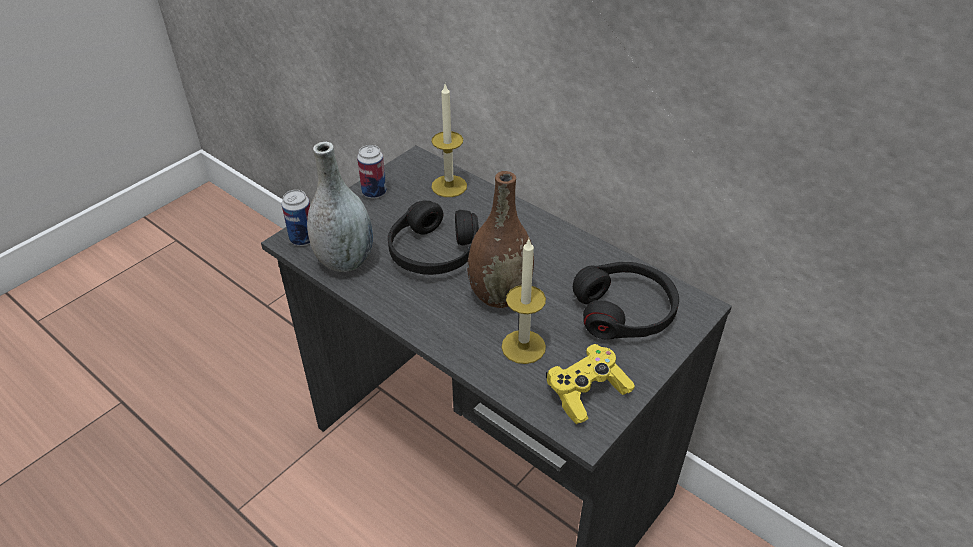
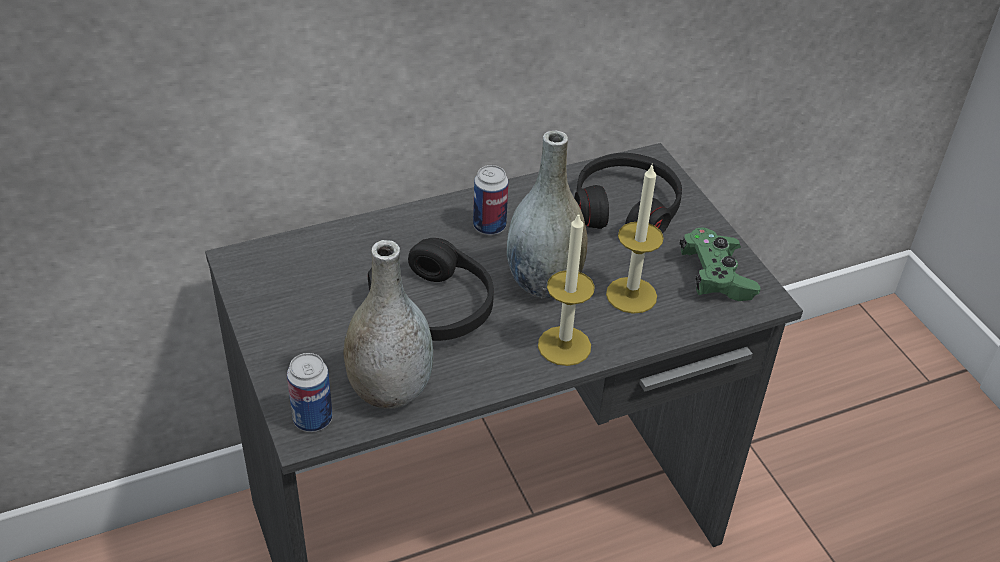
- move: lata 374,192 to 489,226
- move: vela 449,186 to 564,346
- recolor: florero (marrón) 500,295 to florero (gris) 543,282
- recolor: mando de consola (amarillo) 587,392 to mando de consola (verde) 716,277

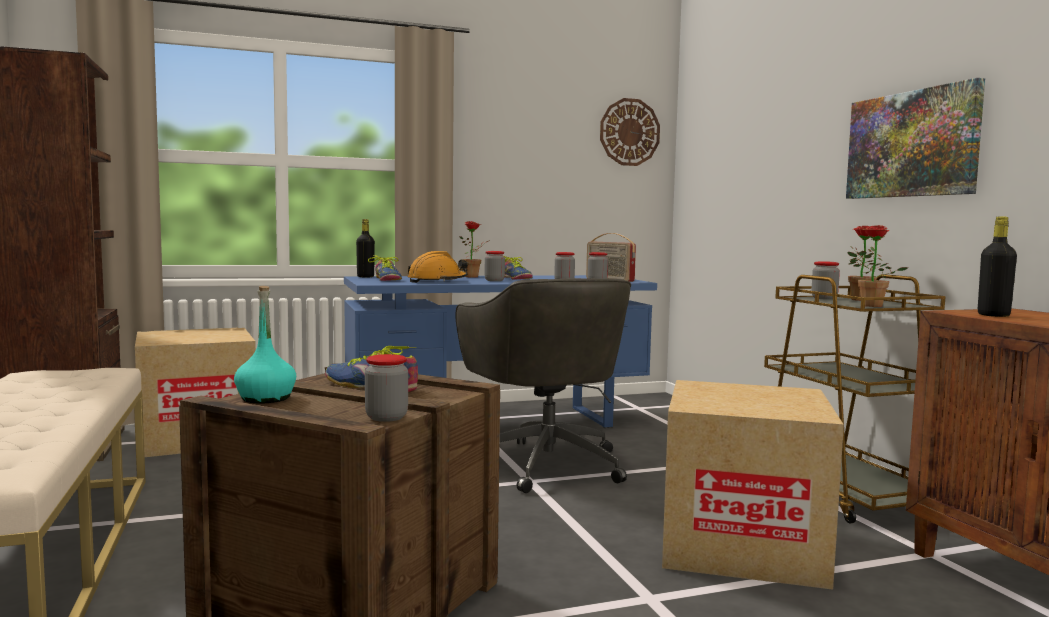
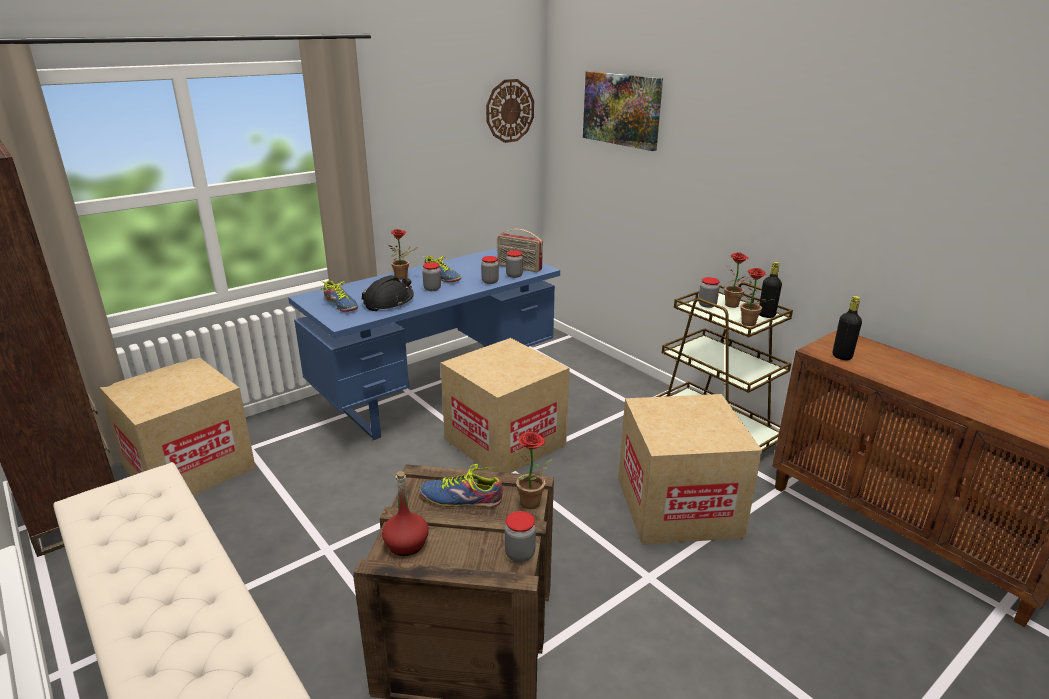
- insert: planta en maceta 532,505
- move: botella (negro) 365,277 to 766,315
- move: cuadro 912,144 to 622,109
- replace: silla de oficina (gris) 545,464 to caja de cartón 505,441
- recolor: botella (turquesa) 266,398 to botella (rojo) 406,544
- recolor: casco (naranja) 437,281 to casco (negro) 389,302

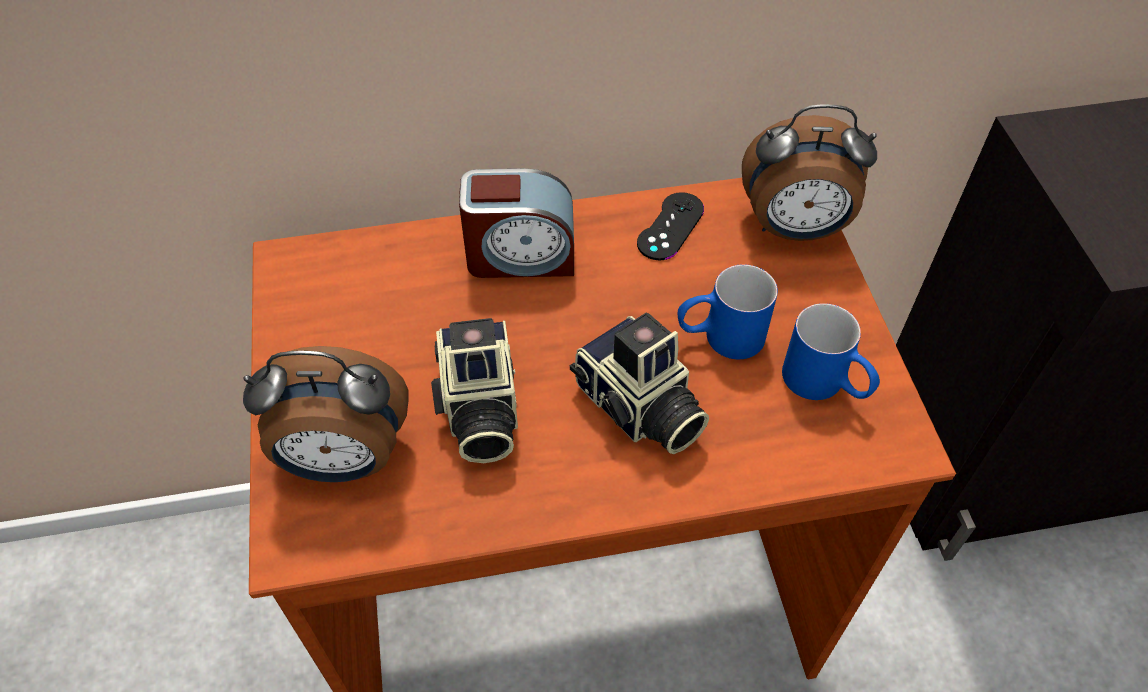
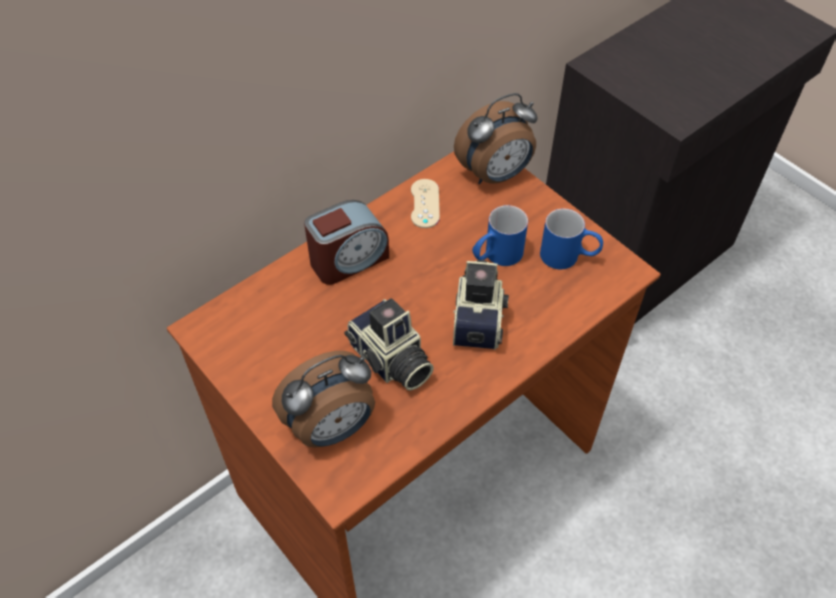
- recolor: mando de consola (negro) 670,226 to mando de consola (beis) 425,203
- rotate: cámara 638,409 = 479,317 105 degrees counterclockwise

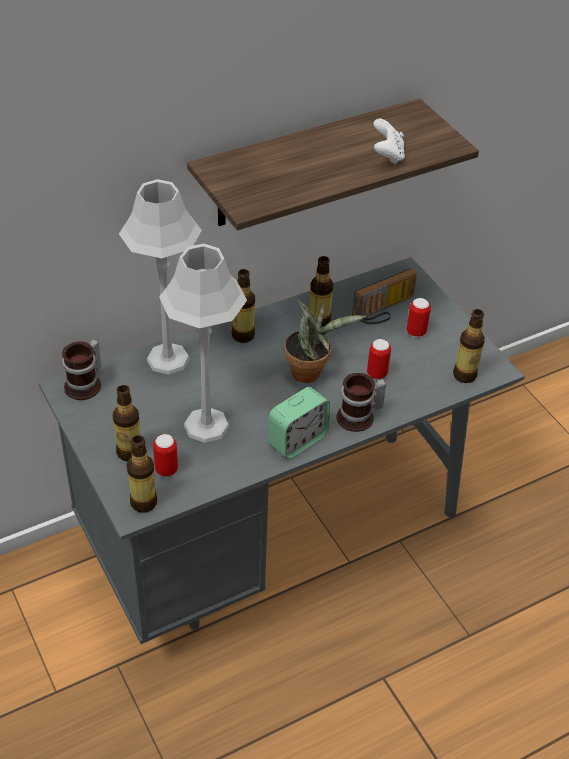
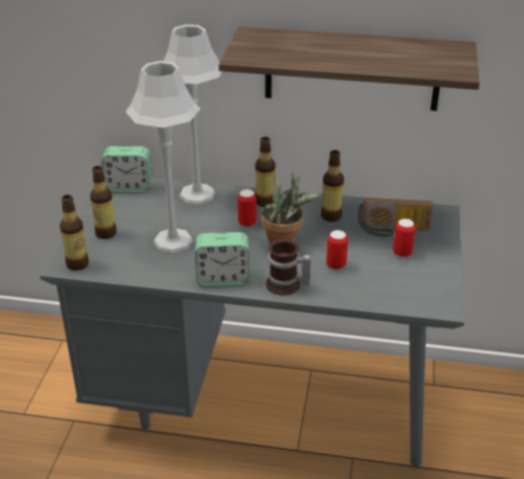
- delete: mando de consola (blanco) 387,155
- delete: botella 464,375
- move: lata 166,470 to 247,223
- replace: taza grande 86,385 to despertador 129,187

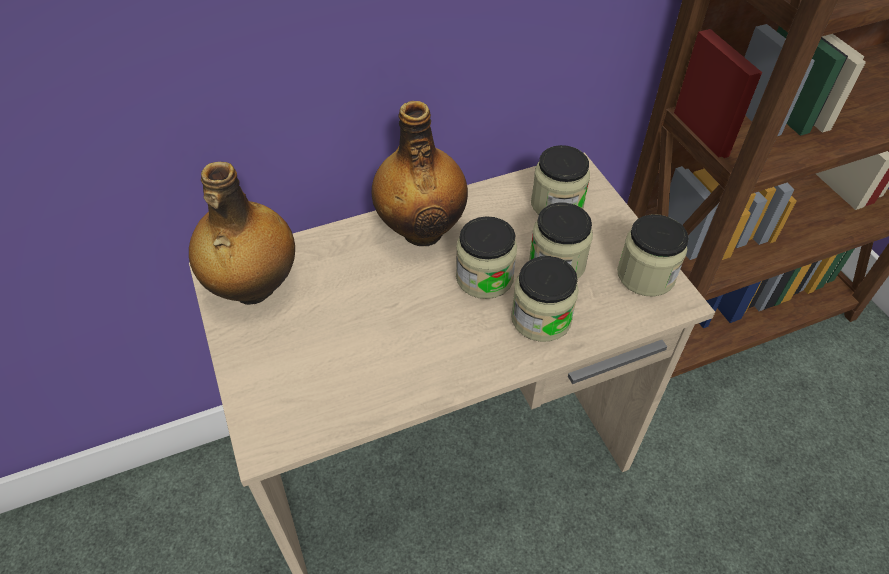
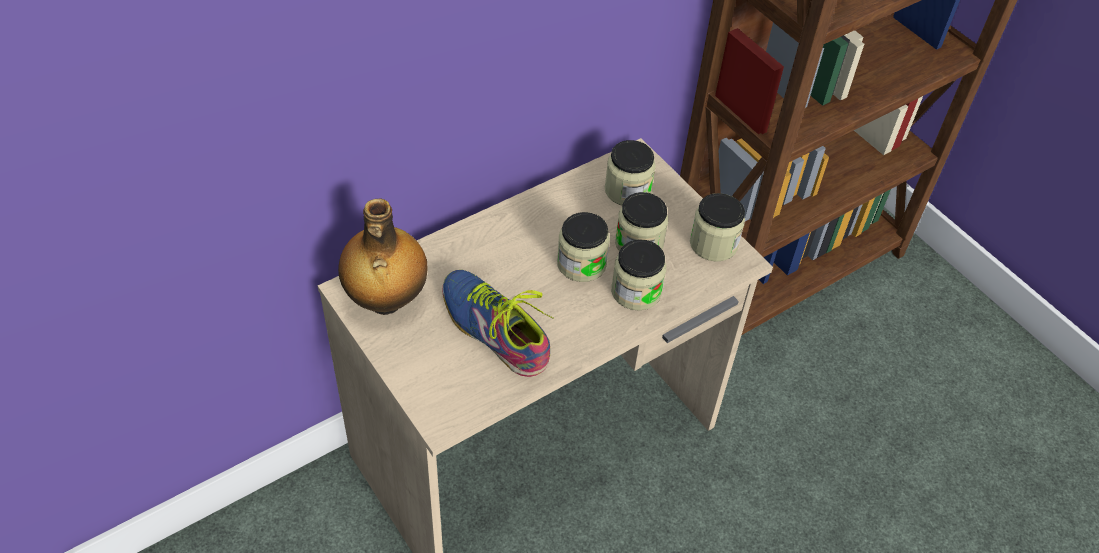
- delete: botella 421,230
- insert: zapato 494,330

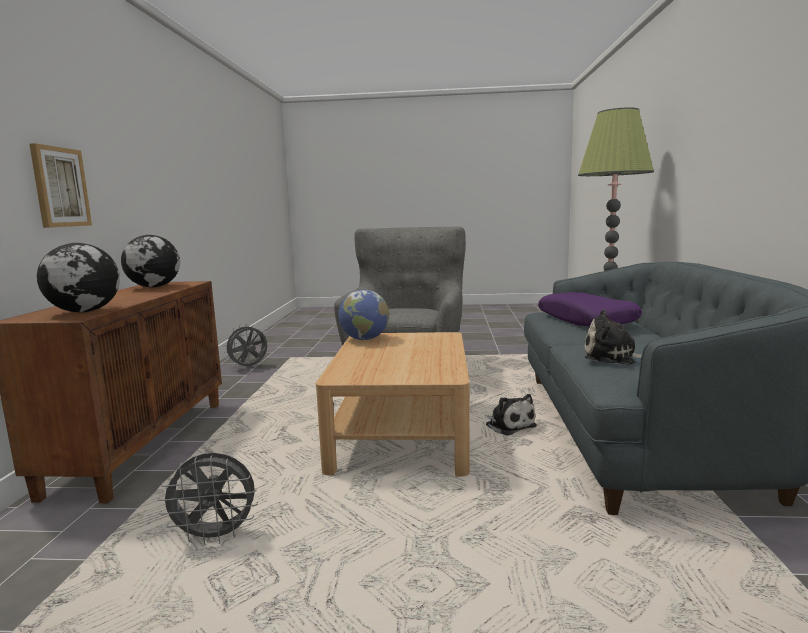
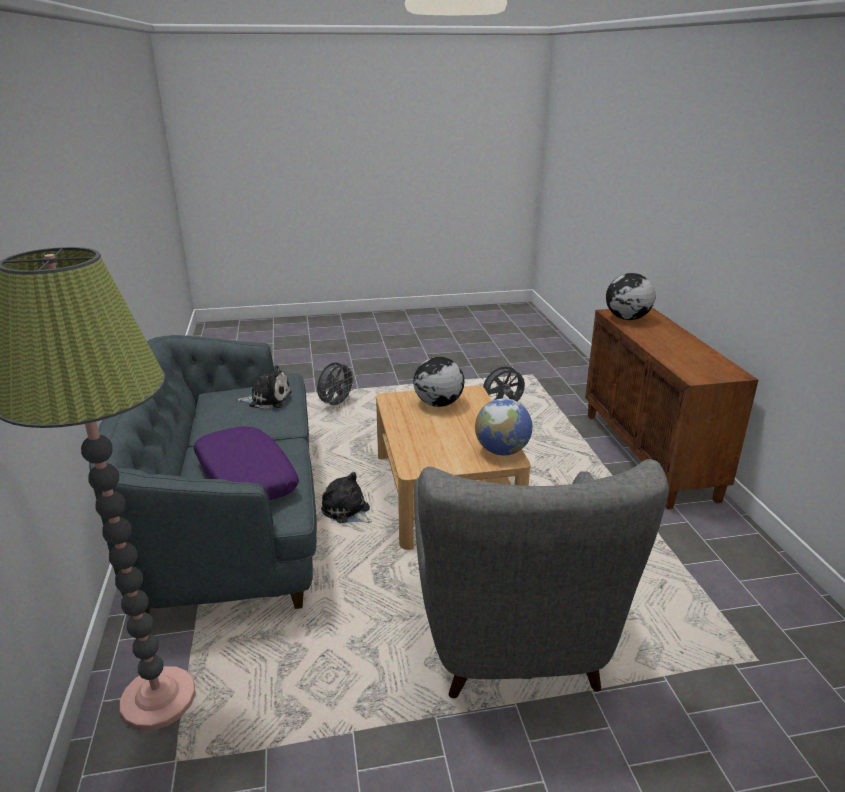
- delete: cuadro 60,187
- move: globo terráqueo 155,287 to 438,404
- move: ventilador (gris) 249,367 to 336,404

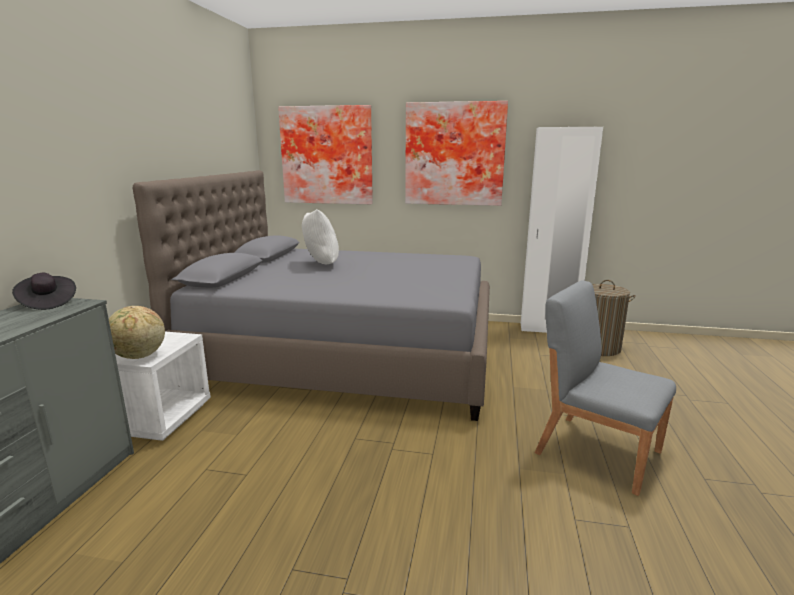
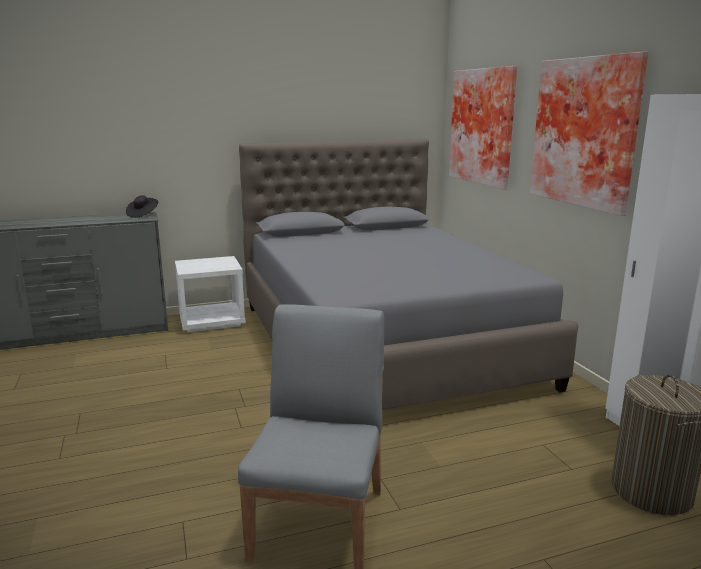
- delete: globo terráqueo 139,356
- delete: cojín (blanco) 320,265

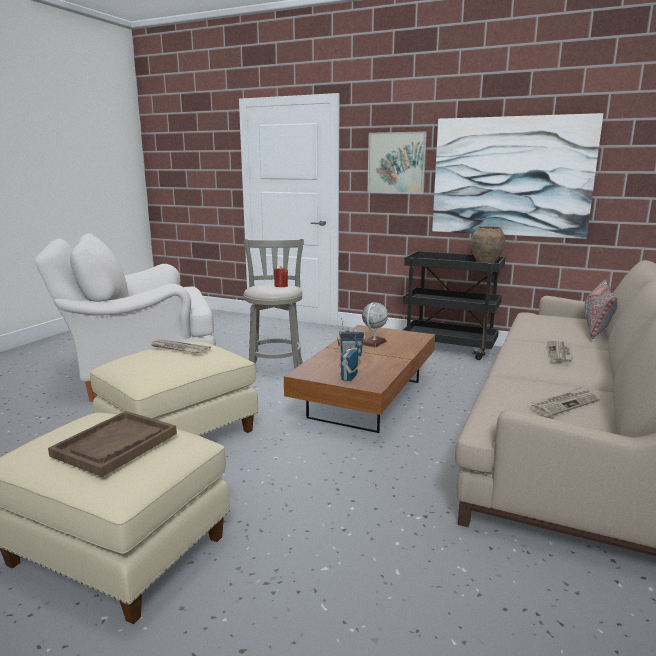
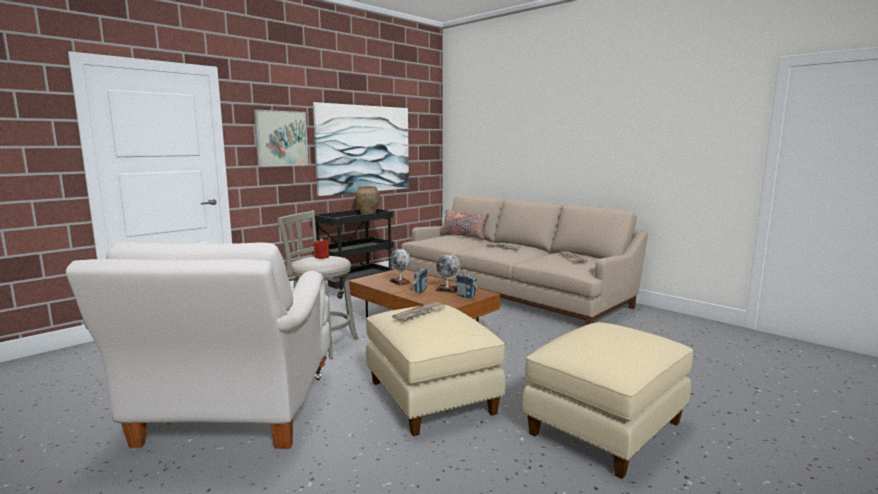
- delete: bandeja (marrón) 115,445
- insert: globo terráqueo 447,290

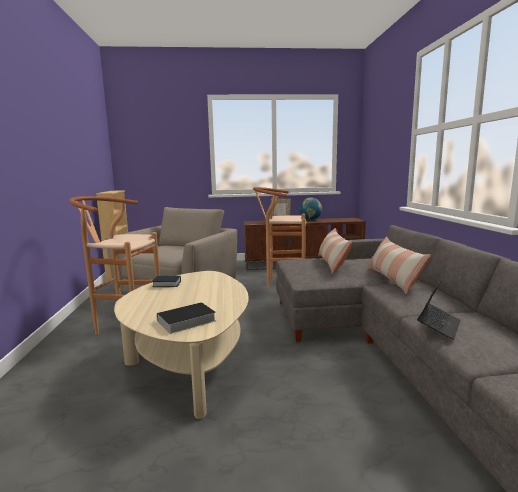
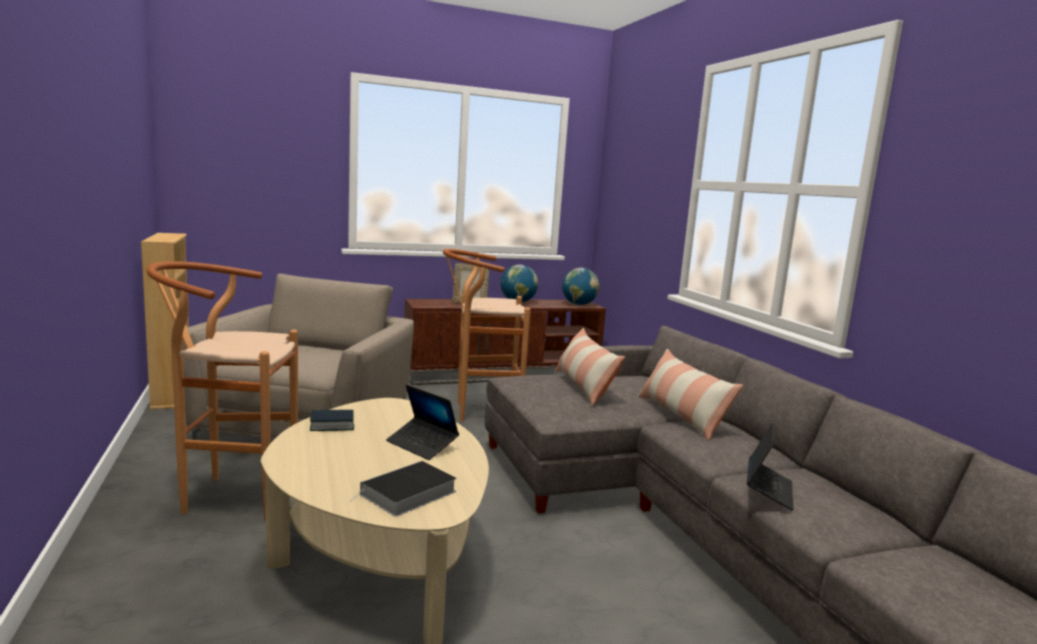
- insert: portátil 422,445
- insert: globo terráqueo 579,304

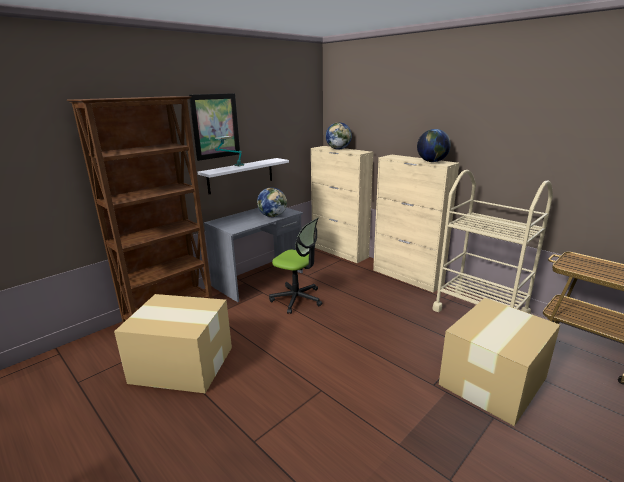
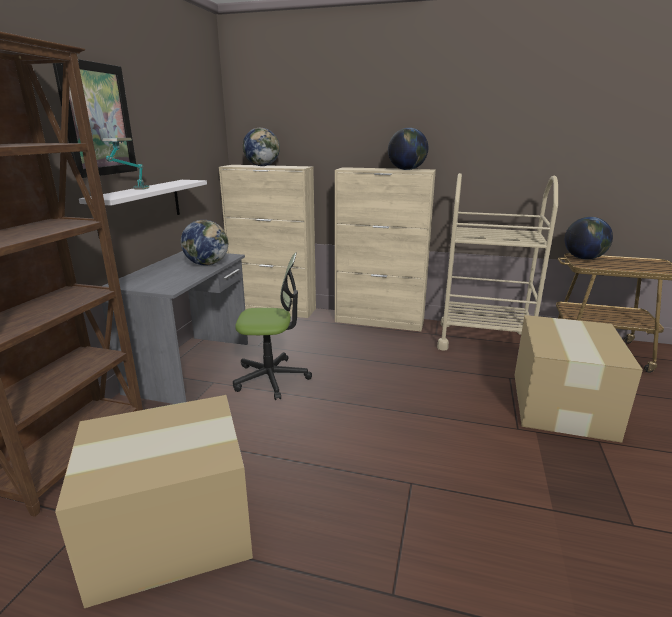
- insert: globo terráqueo 584,258

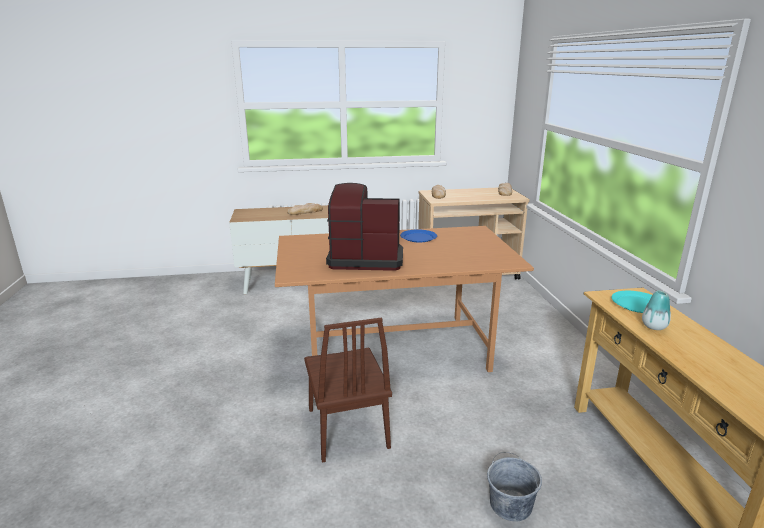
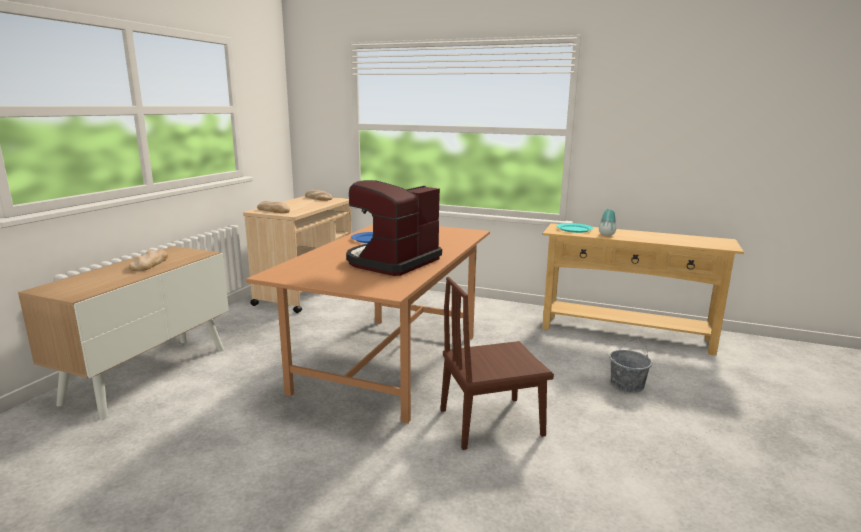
- rotate: silla (marrón) 347,427 = 491,422 150 degrees clockwise

